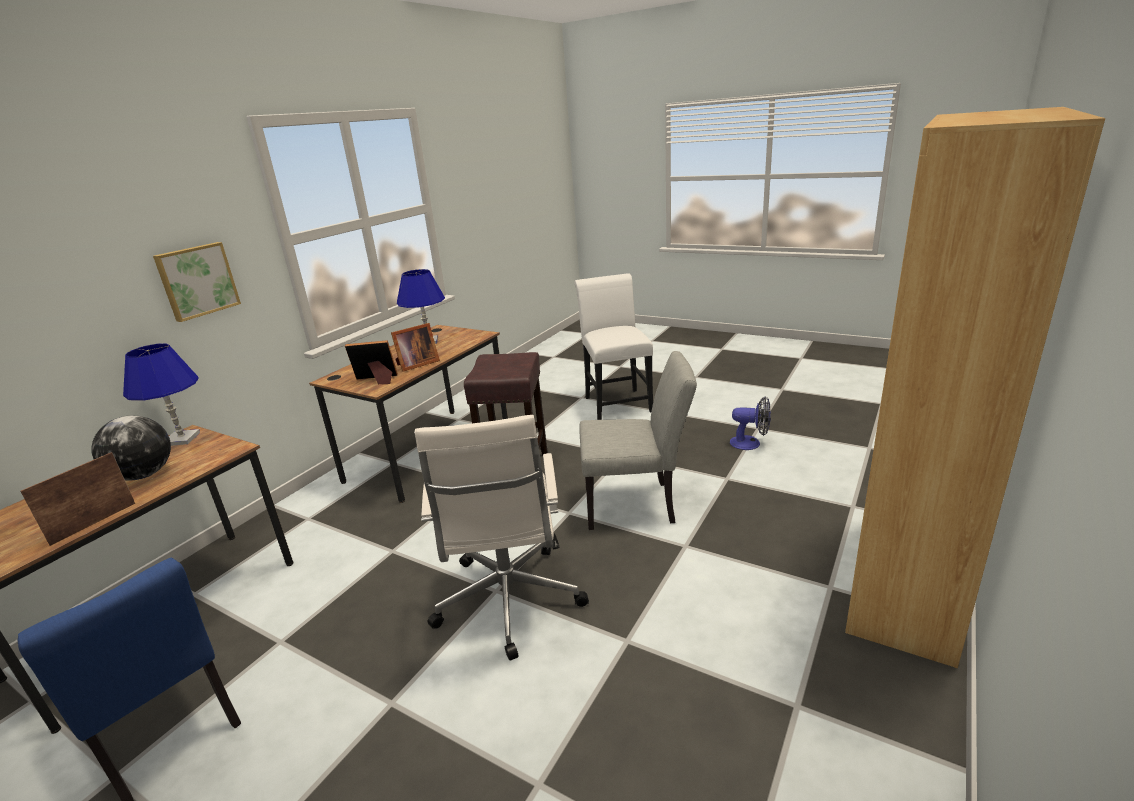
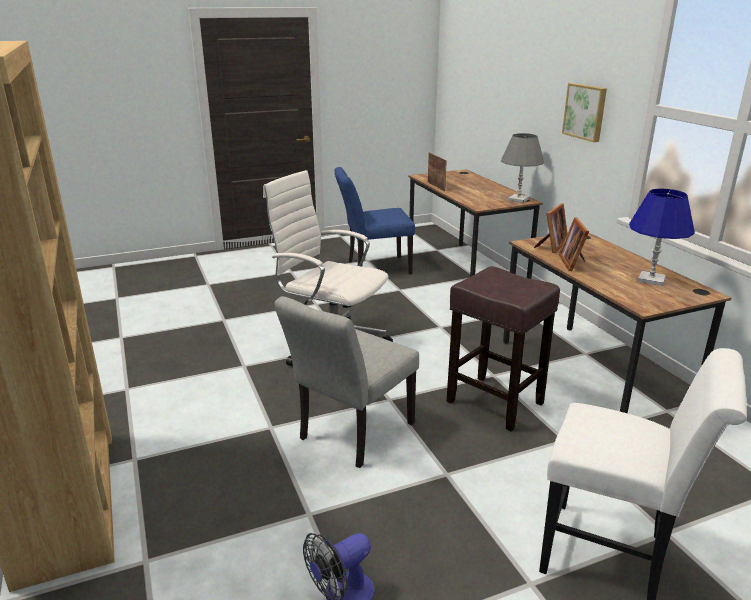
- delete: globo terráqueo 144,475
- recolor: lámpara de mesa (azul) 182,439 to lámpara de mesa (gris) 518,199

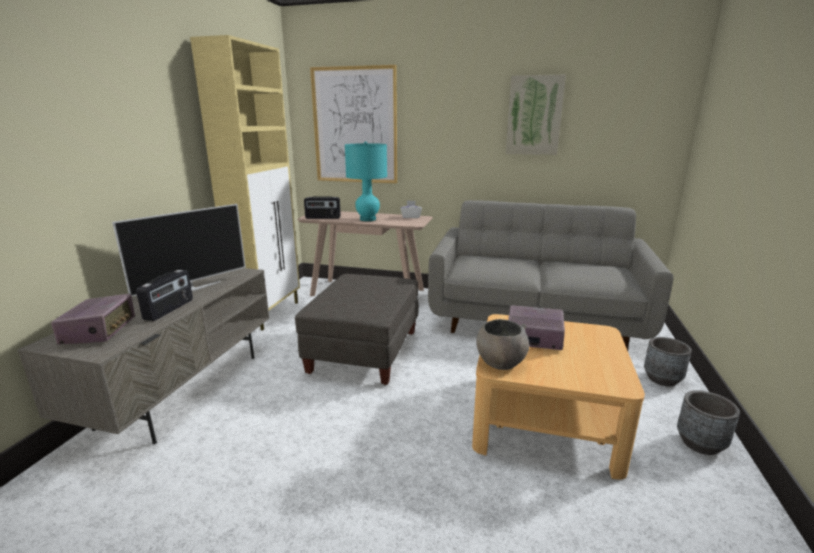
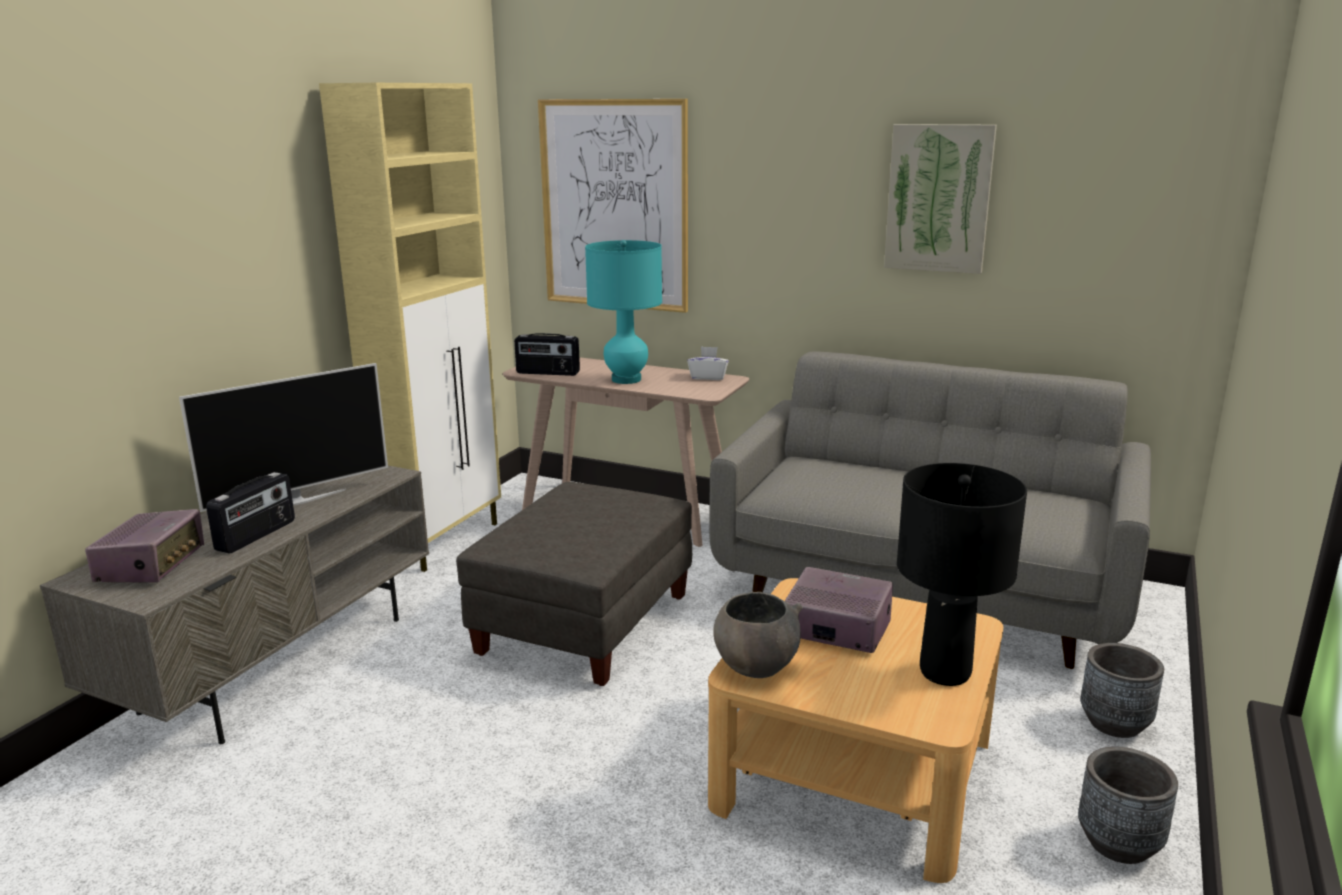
- insert: lámpara de mesa (negro) 945,673

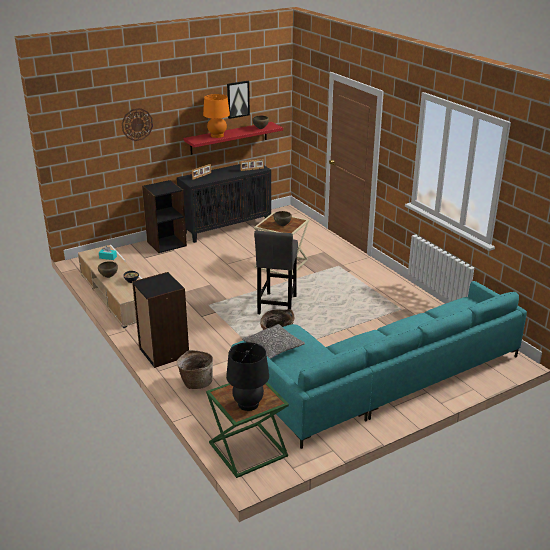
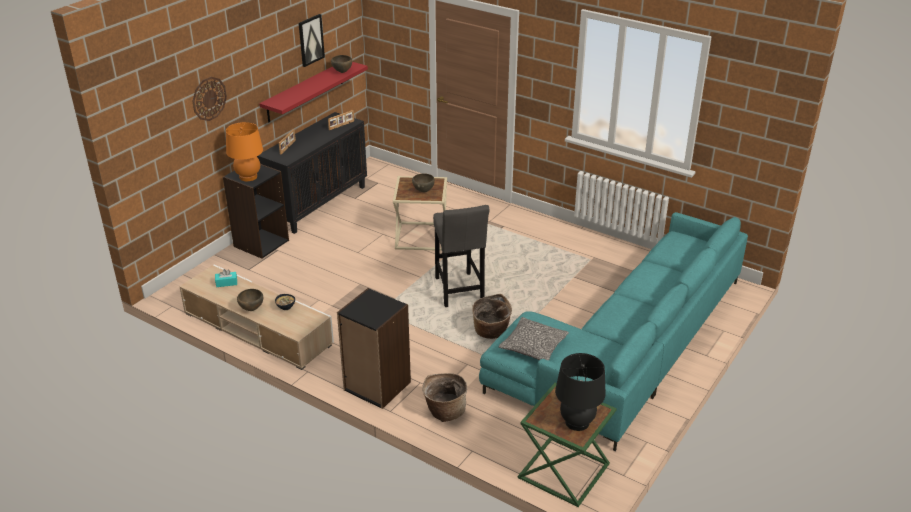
- move: lámpara de mesa (naranja) 217,135 to 248,177

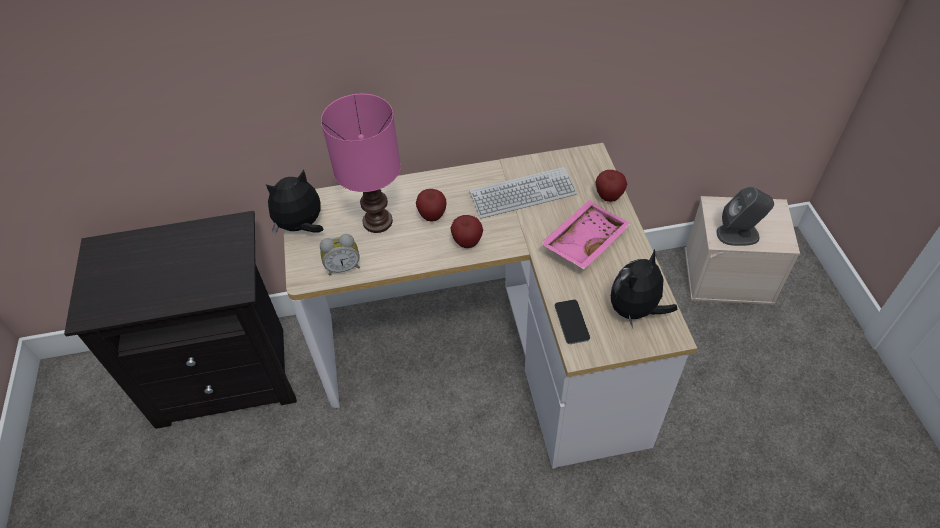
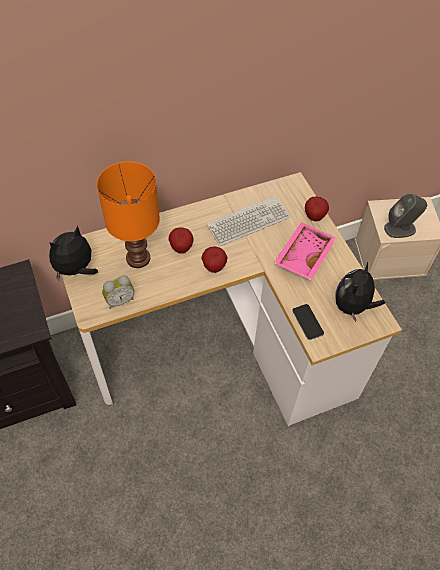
- recolor: lámpara de mesa (rosa) 379,222 to lámpara de mesa (naranja) 139,258

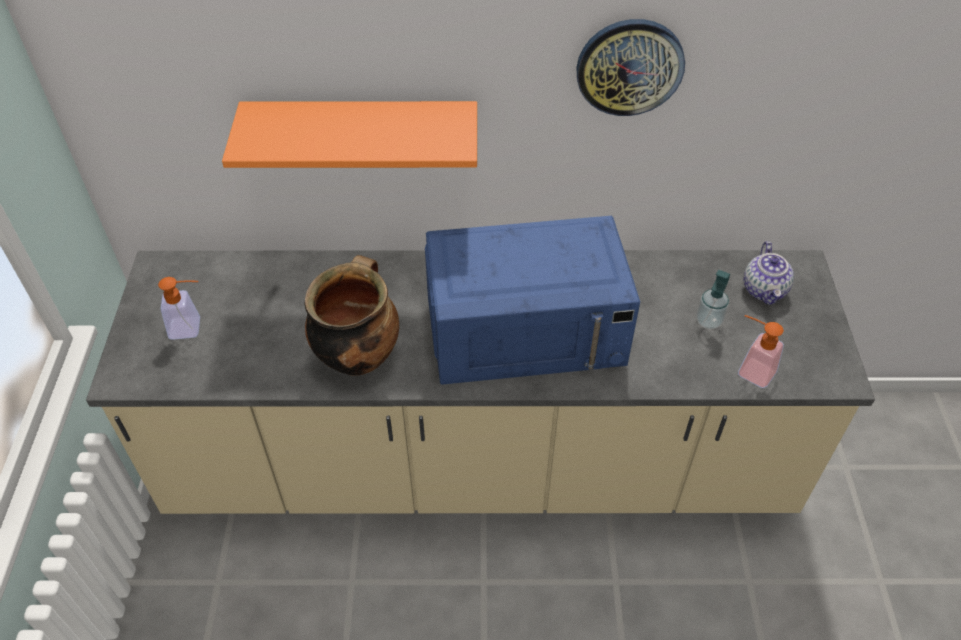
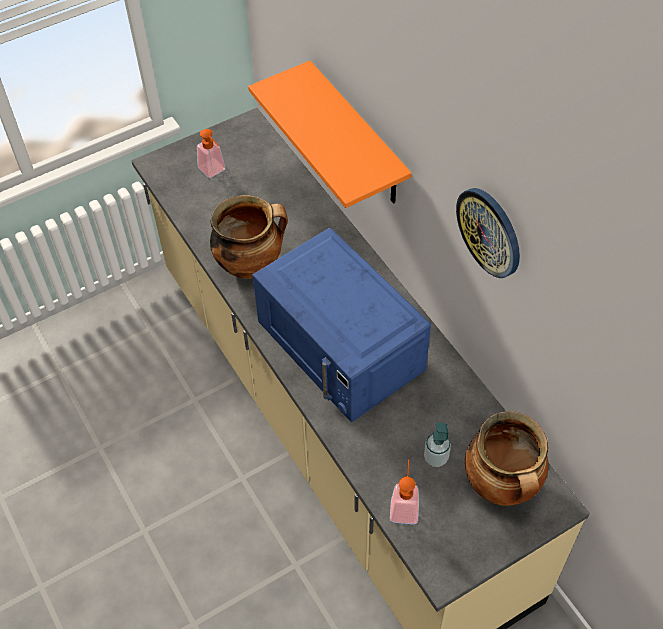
- replace: tetera 765,290 to olla 502,485

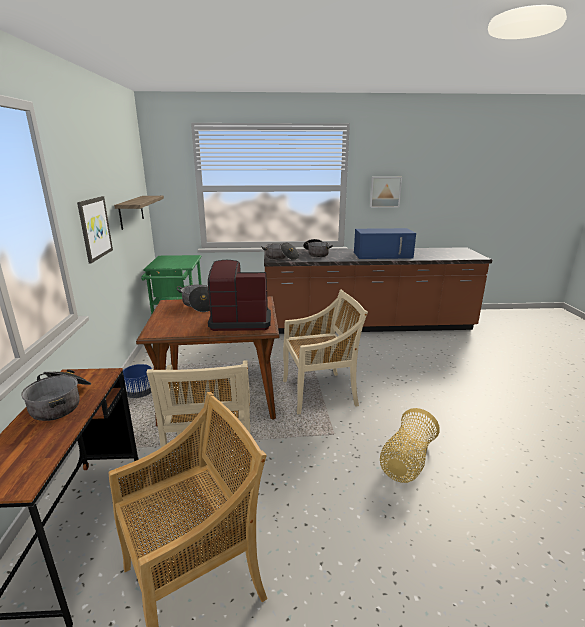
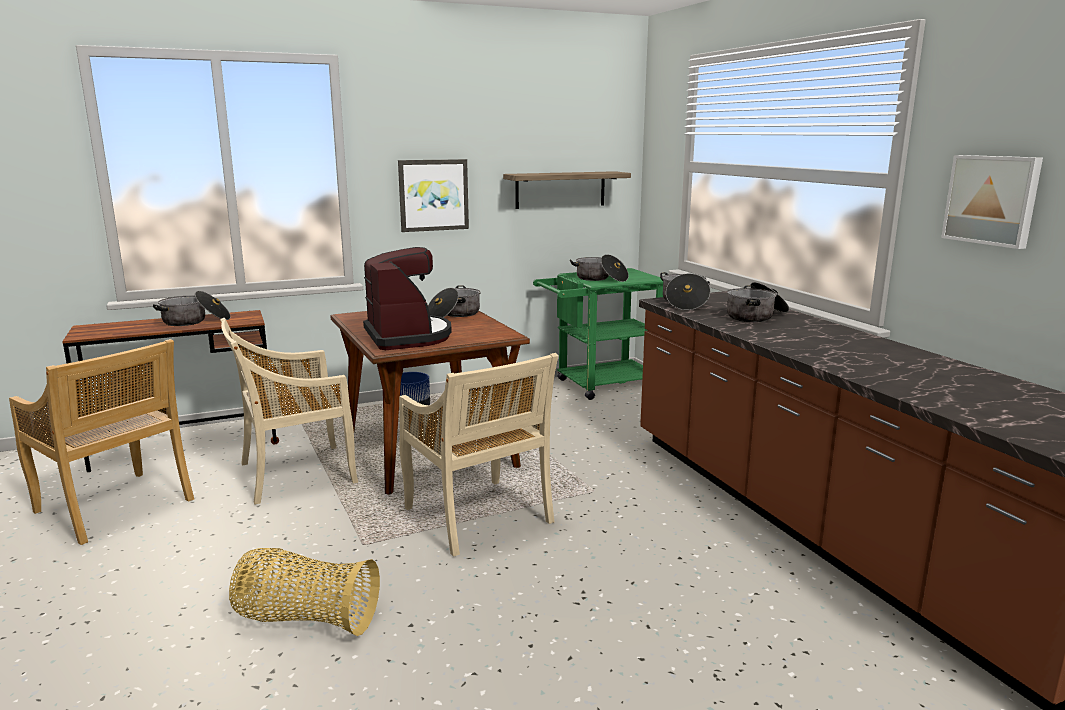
- delete: microondas (azul) 383,255
- insert: olla 600,279

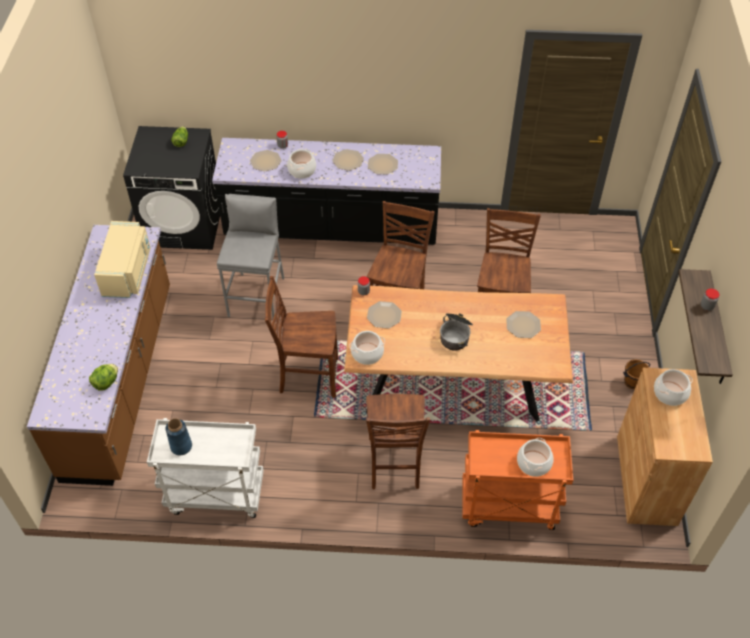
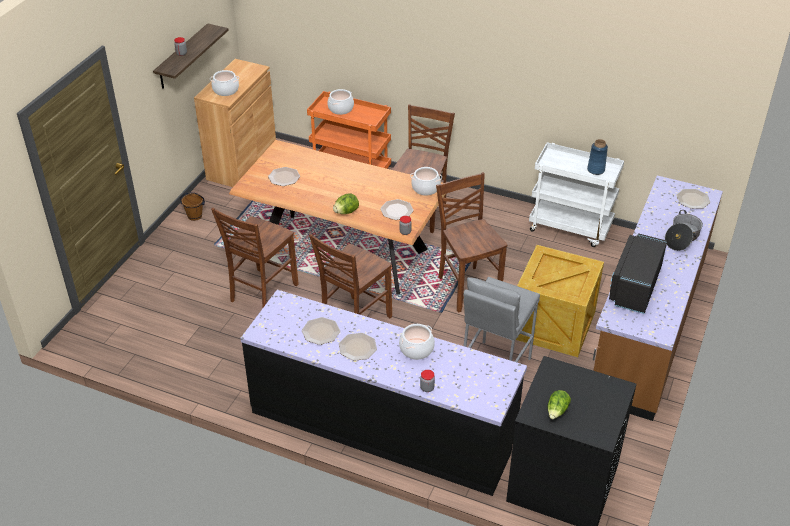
- insert: caja de embalaje 554,324
- move: lechuga 106,383 to 346,212
- move: plato 265,161 to 693,199
- move: olla 455,335 to 682,238
- recolor: microondas (beis) 128,272 to microondas (negro) 634,286
- rotate: silla (marrón) 307,376 = 467,287 135 degrees counterclockwise

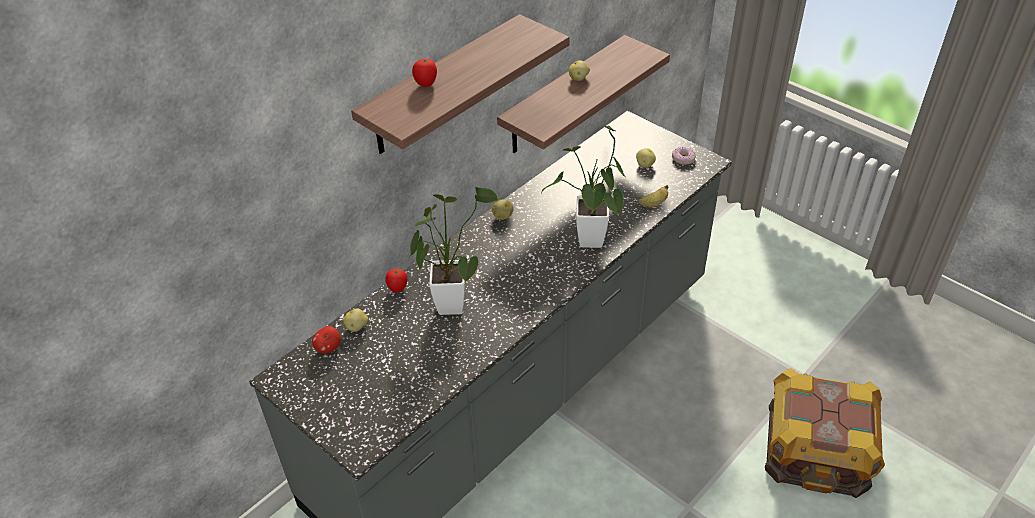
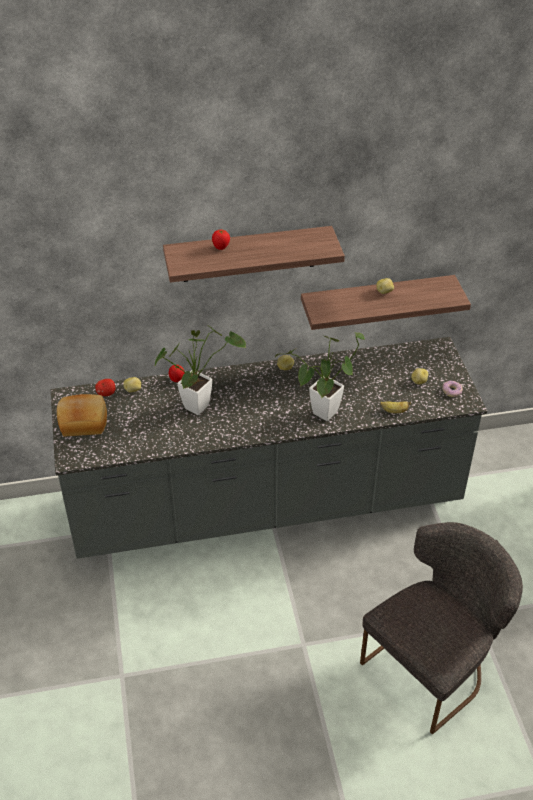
- insert: pan 83,421
- replace: caja de embalaje 817,449 to silla (gris) 432,667

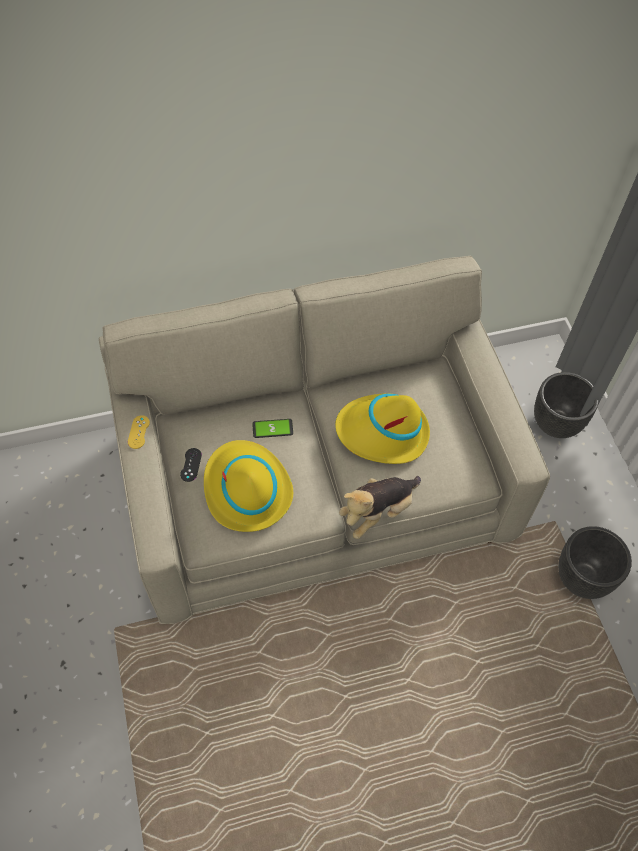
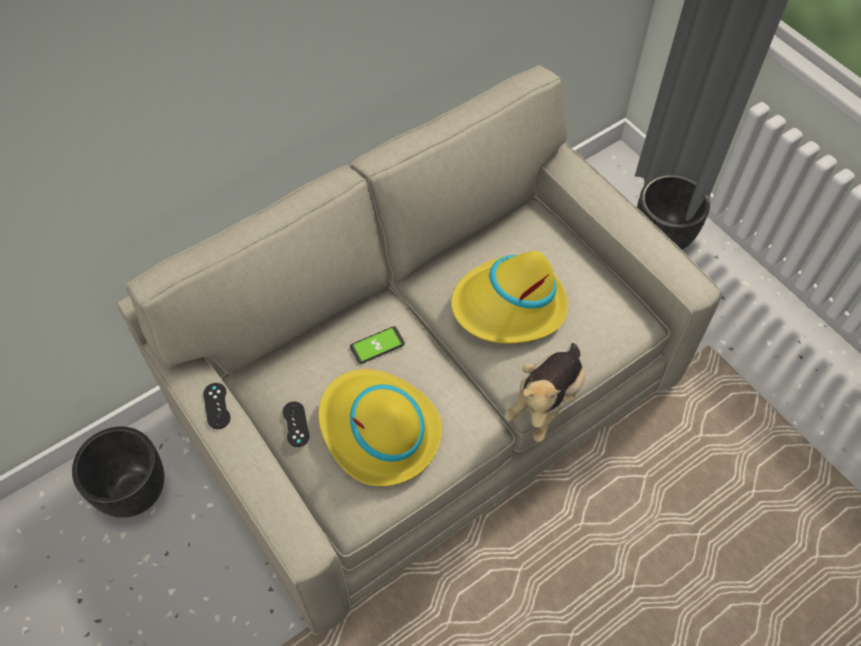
- move: maceta (negro) 582,578 to 135,491
- recolor: mando de consola (amarillo) 138,432 to mando de consola (negro) 217,406

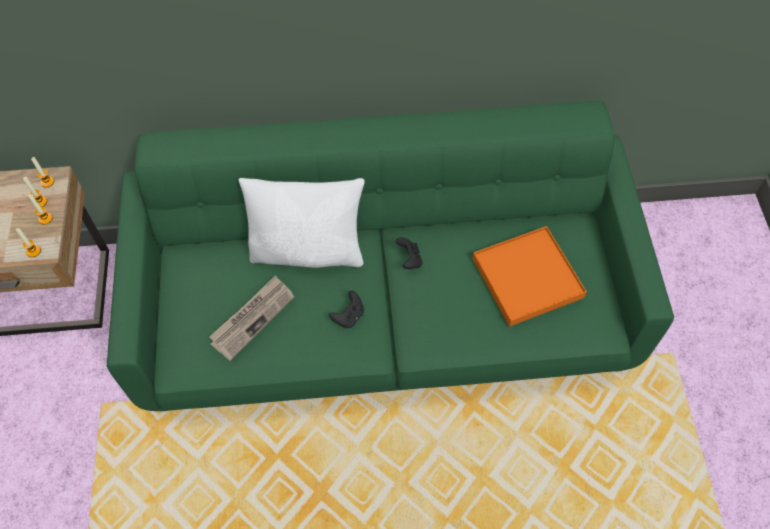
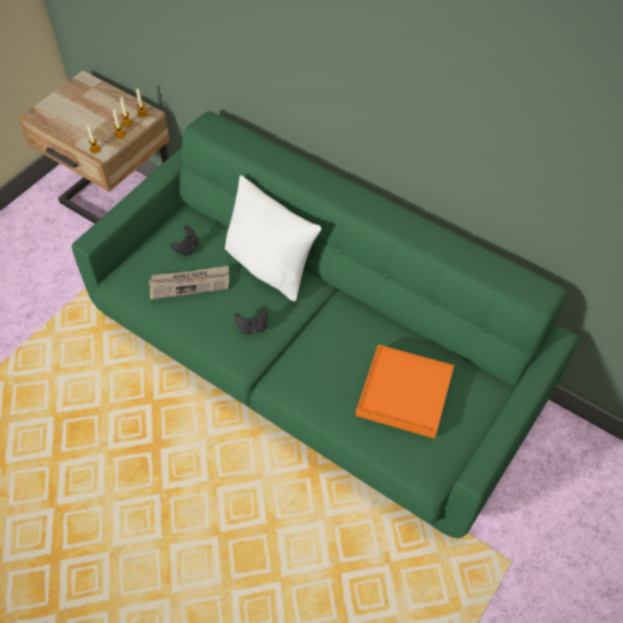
- move: mando de consola (negro) 409,260 to 187,248

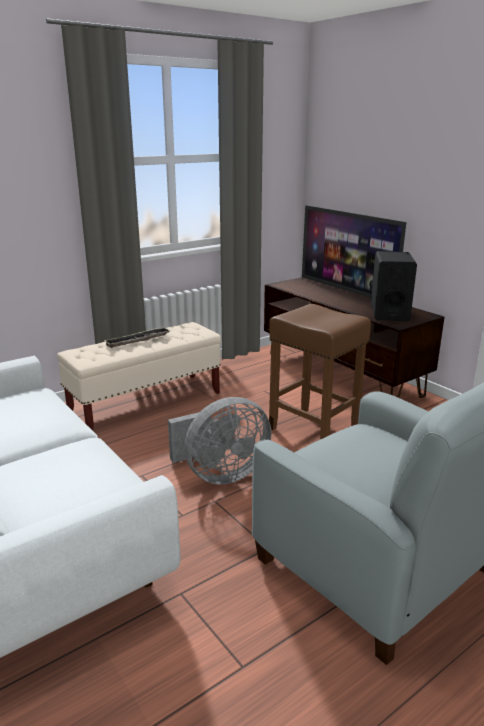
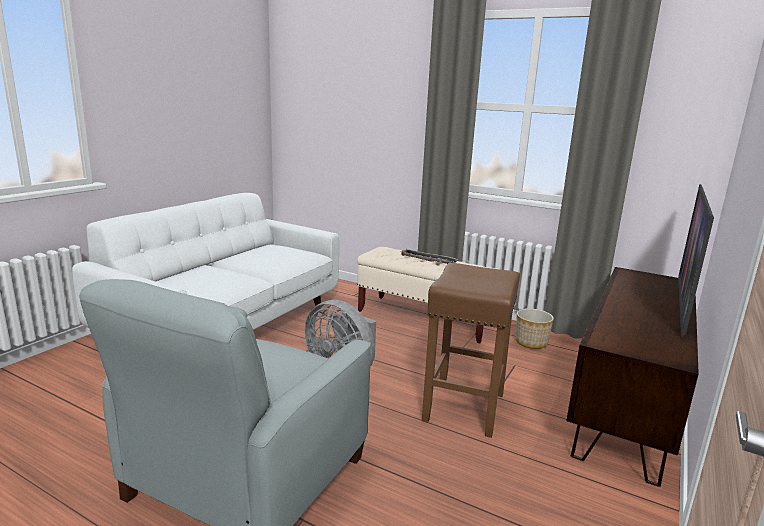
- delete: altavoz (negro) 389,313
- insert: maceta 531,342

